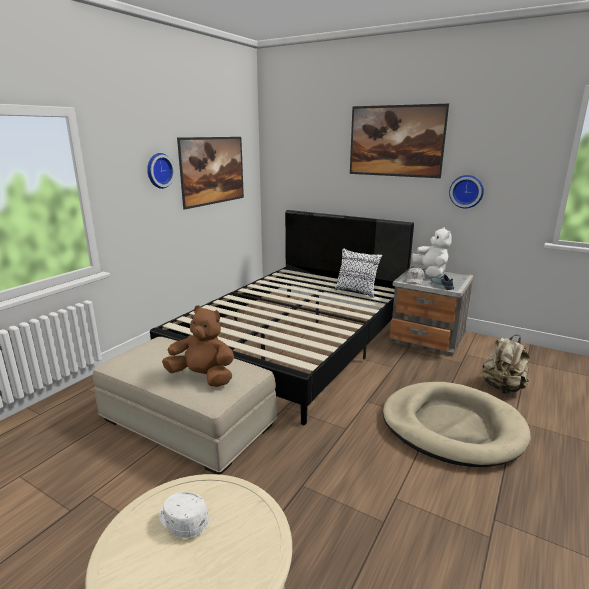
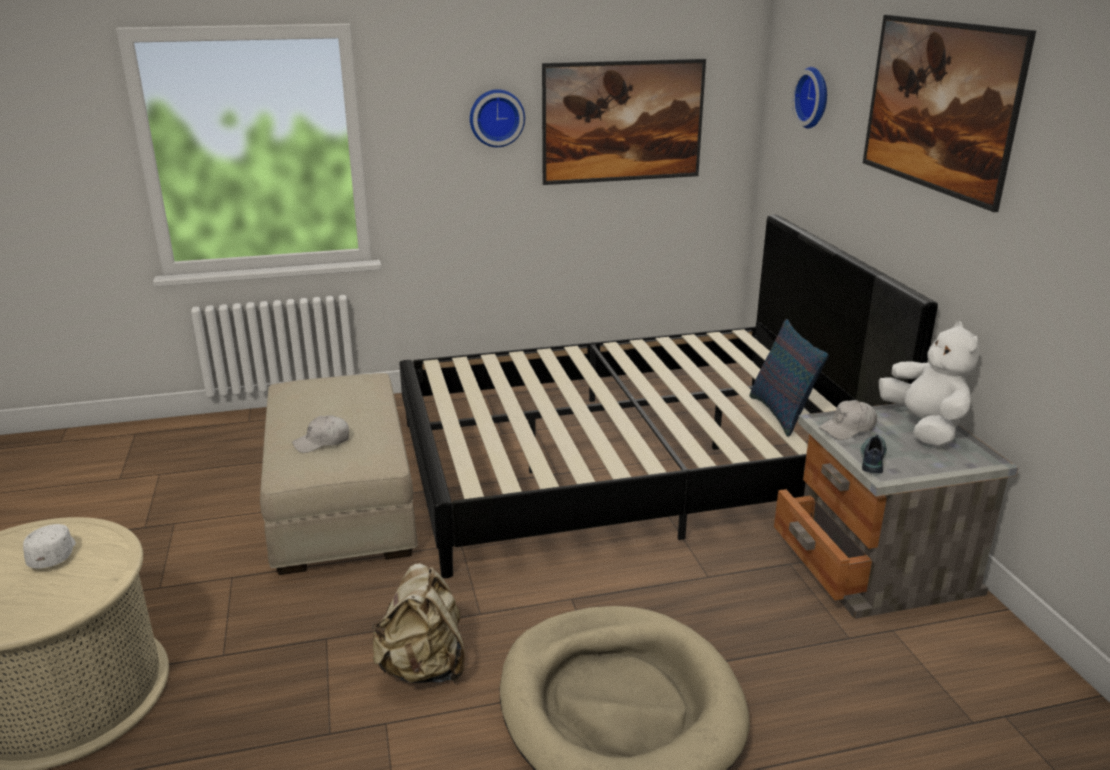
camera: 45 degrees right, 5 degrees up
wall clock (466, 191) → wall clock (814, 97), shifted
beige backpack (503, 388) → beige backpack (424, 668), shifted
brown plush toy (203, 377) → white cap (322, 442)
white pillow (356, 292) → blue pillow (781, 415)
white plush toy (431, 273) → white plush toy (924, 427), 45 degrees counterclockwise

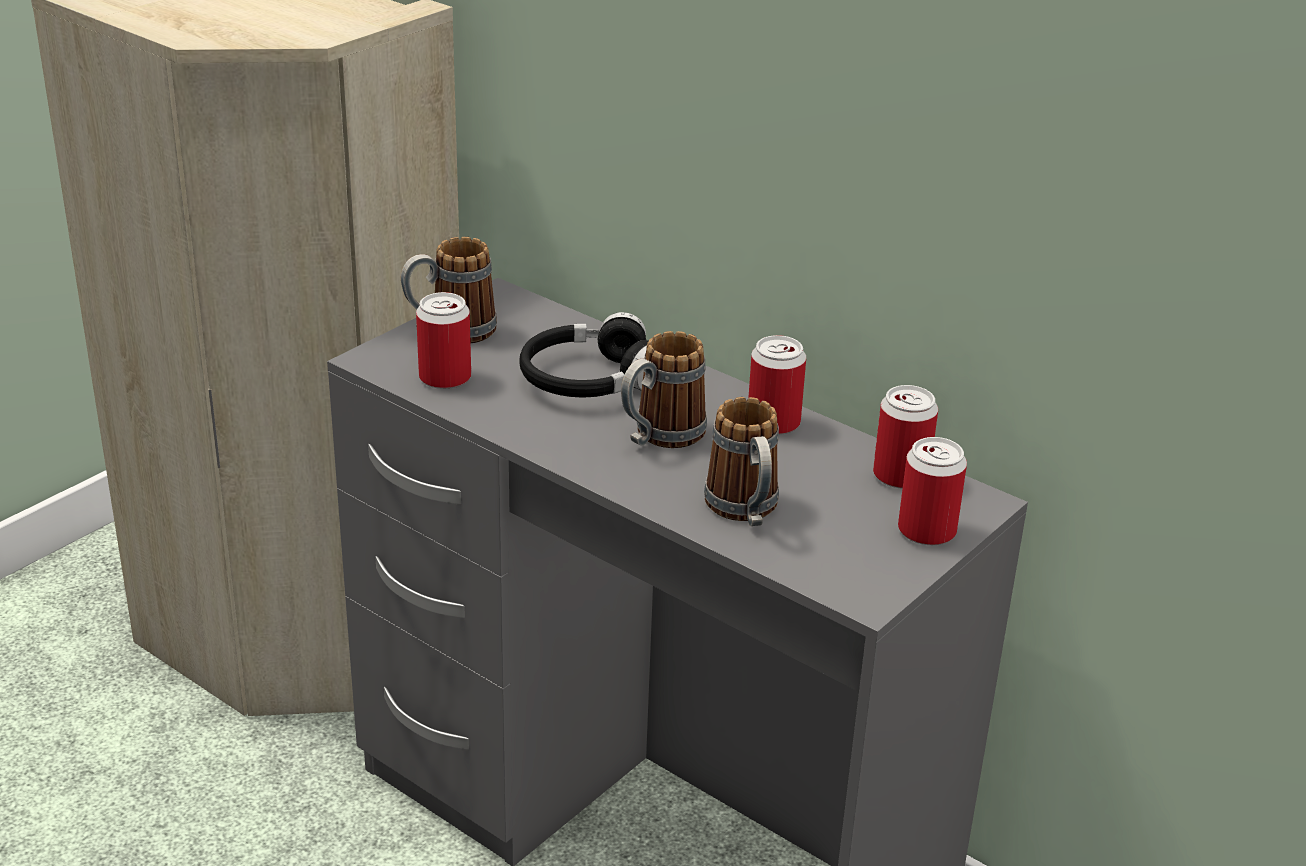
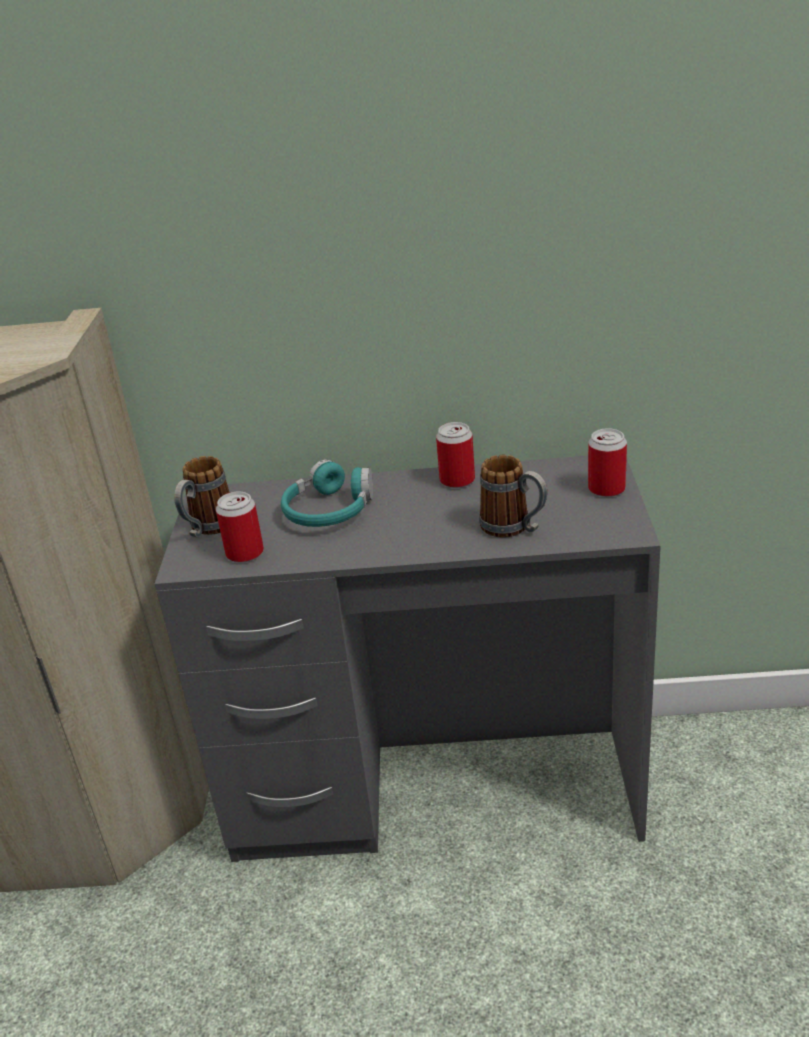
camera: 35 degrees left, 0 degrees up
mug (659, 437) → -
can (900, 475) → -
black headphones (590, 380) → turquoise headphones (329, 510)

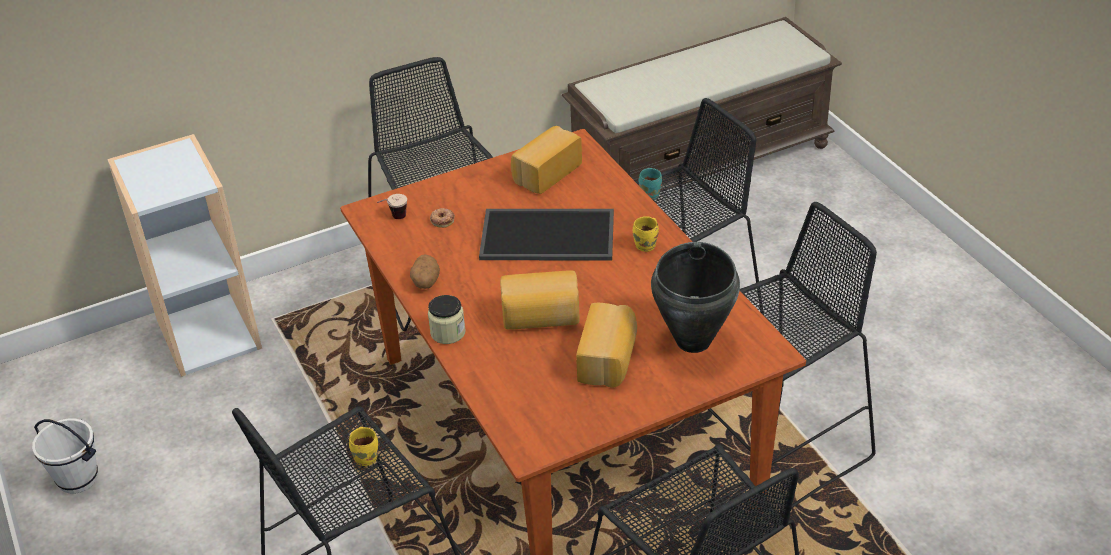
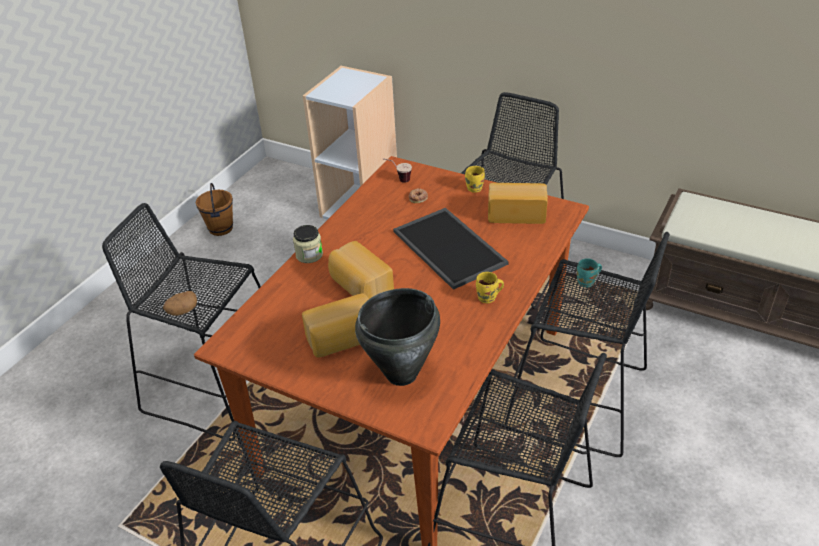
camera: 55 degrees right, 0 degrees up
yellow mug (367, 457) → yellow mug (476, 188), shifted
potato (425, 282) → potato (182, 311), shifted
white bucket (78, 478) → brown bucket (221, 228)

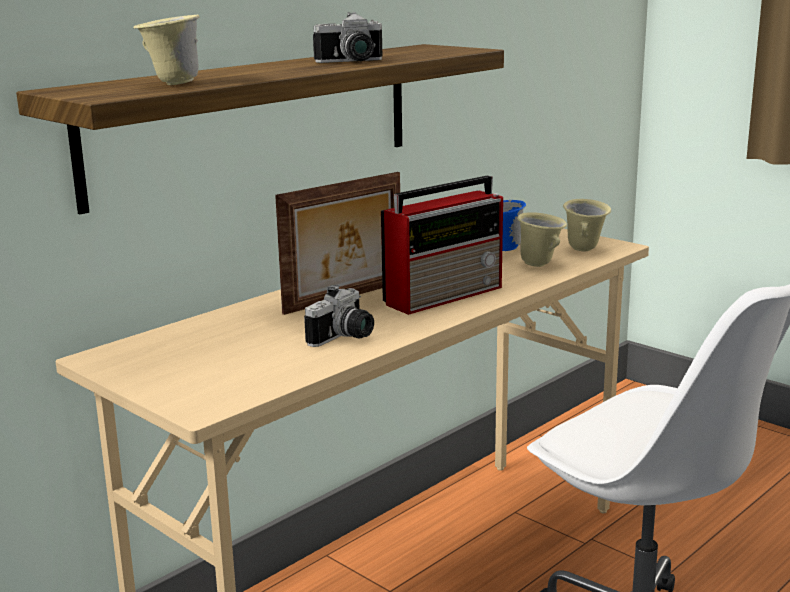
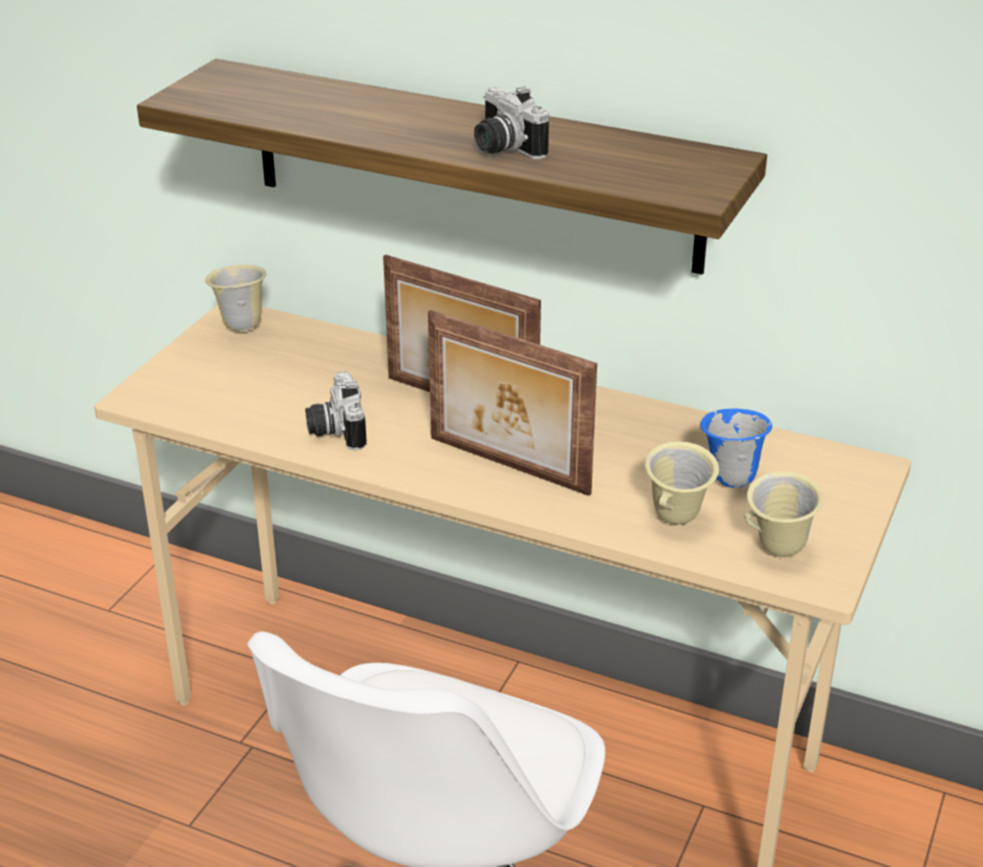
camera: 70 degrees right, 15 degrees up
beige mug (172, 84) → beige mug (240, 325), shifted
radio (446, 295) → picture frame (507, 467)
photo camera (345, 338) → photo camera (334, 430), 60 degrees clockwise

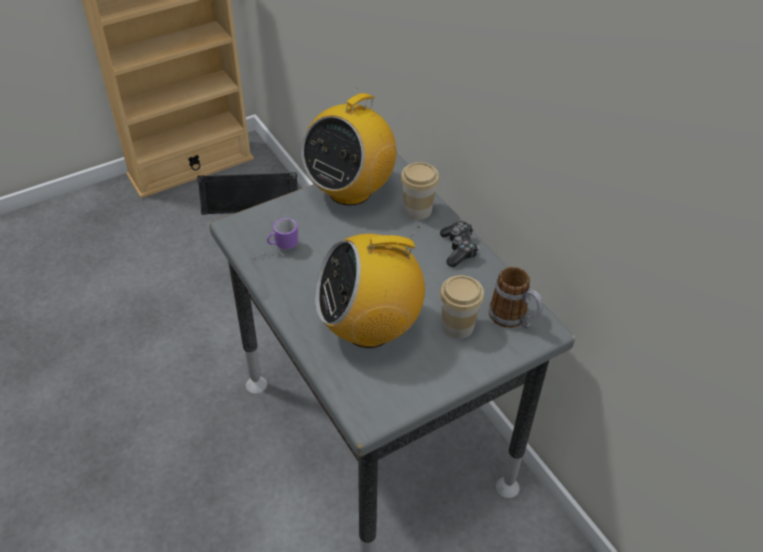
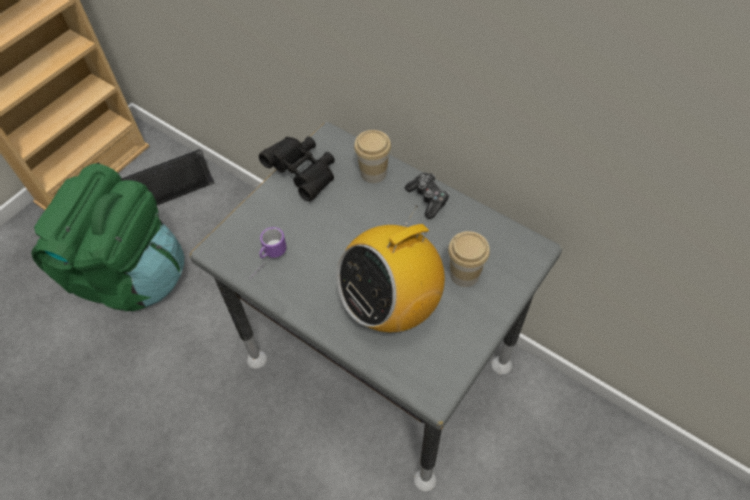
camera: 20 degrees left, 10 degrees up
mug (513, 319) → -
- → green backpack (129, 275)
radio (350, 190) → black binoculars (303, 174)

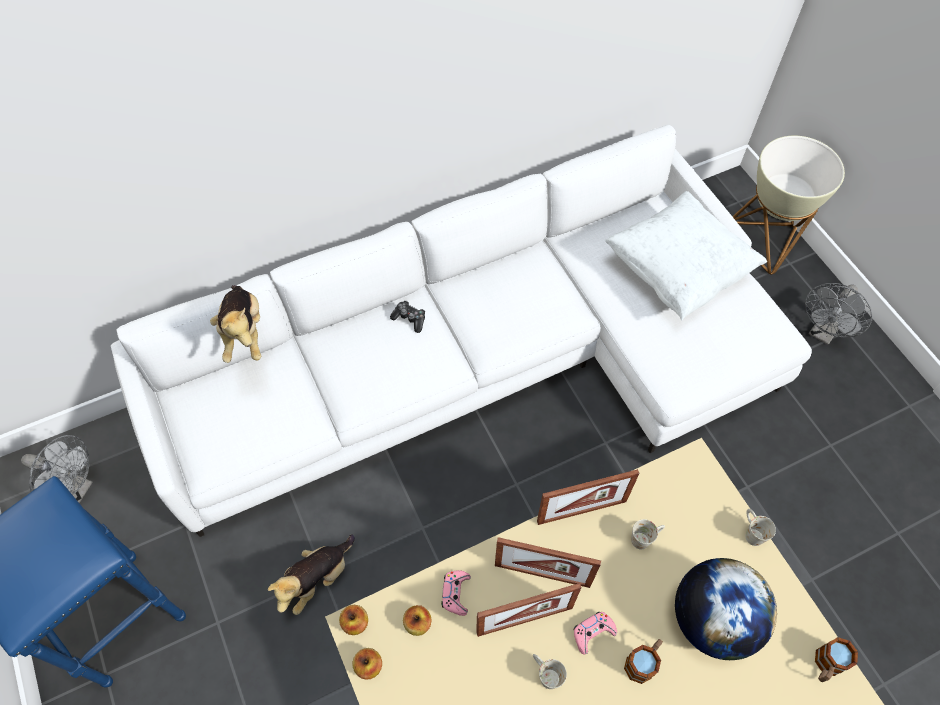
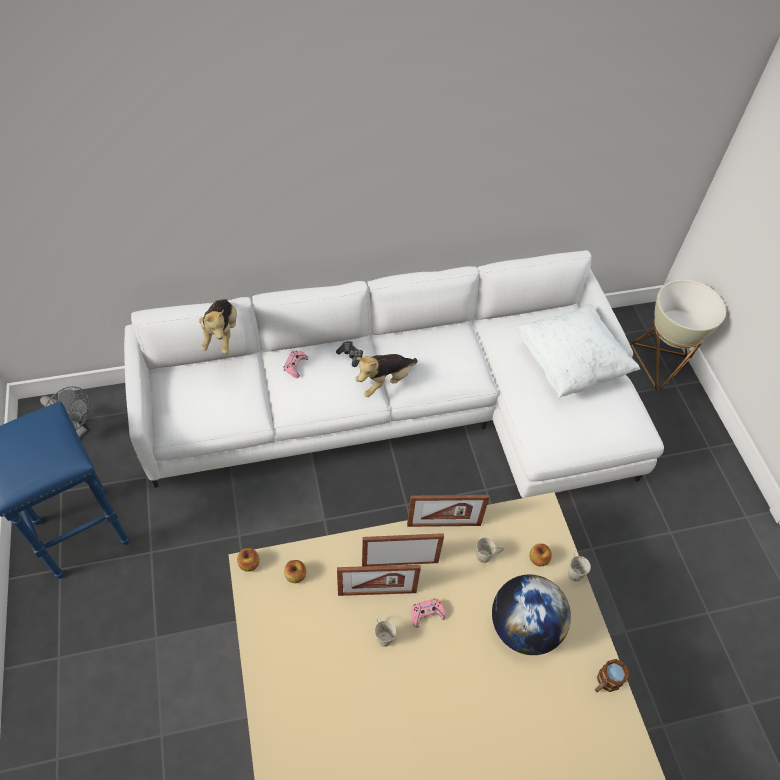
camera: 10 degrees right, 5 degrees down
mug (643, 662) → -
grey fan (823, 332) → -
plush toy (317, 579) → plush toy (384, 381), shifted
apple (368, 666) → apple (538, 559), shifted
pink game controller (456, 593) → pink game controller (295, 366), shifted
picture frame (542, 574) → picture frame (400, 563), 150 degrees clockwise

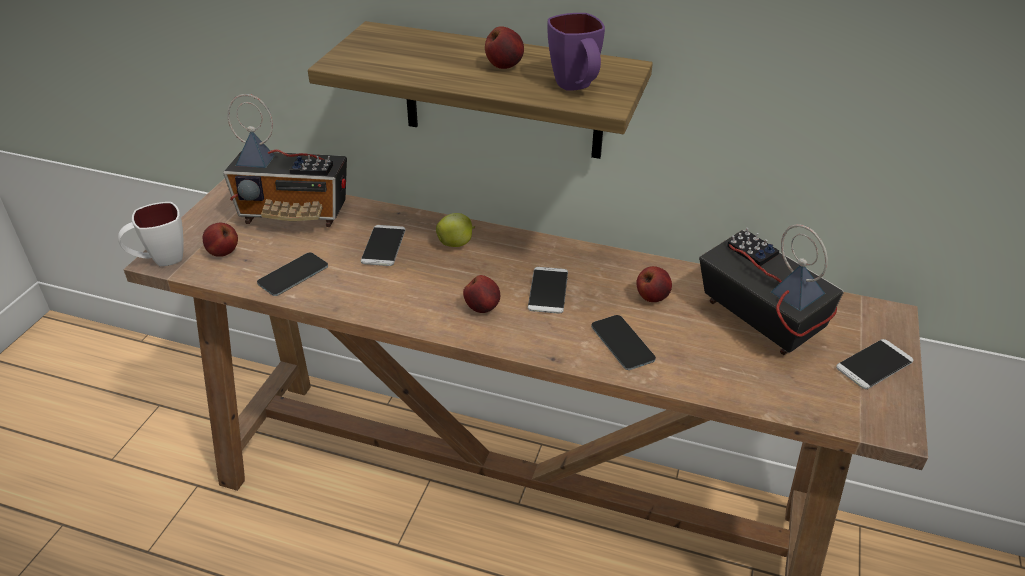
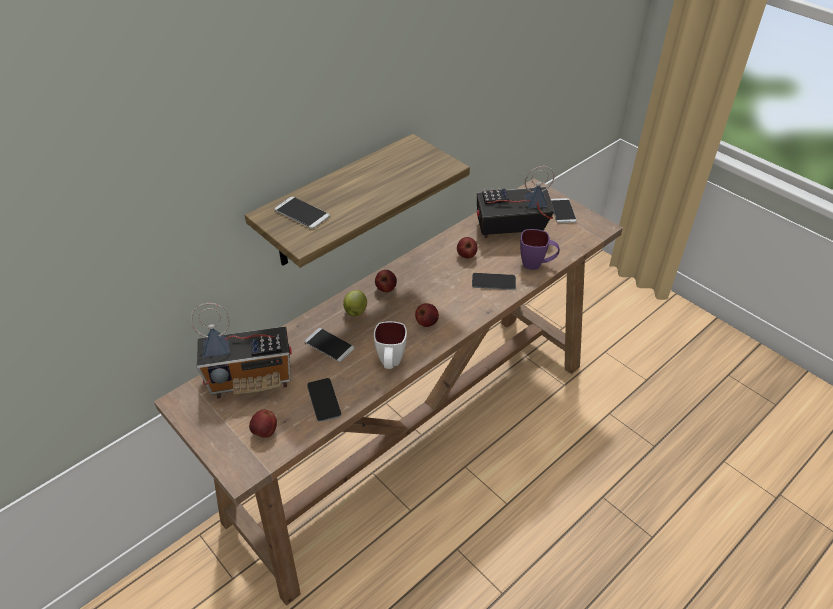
camera: 60 degrees left, 5 degrees up
white mug (160, 260) → white mug (390, 364), shifted
apple (504, 66) → apple (386, 289), shifted
phone (548, 290) → phone (302, 213), shifted
purple mug (576, 88) → purple mug (537, 264), shifted
radio (295, 214) → radio (252, 379), 45 degrees clockwise

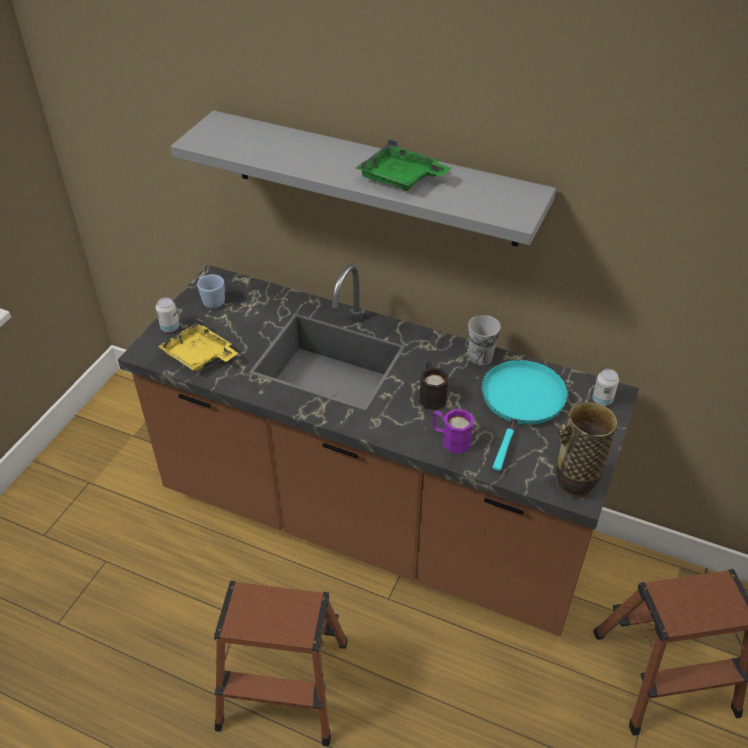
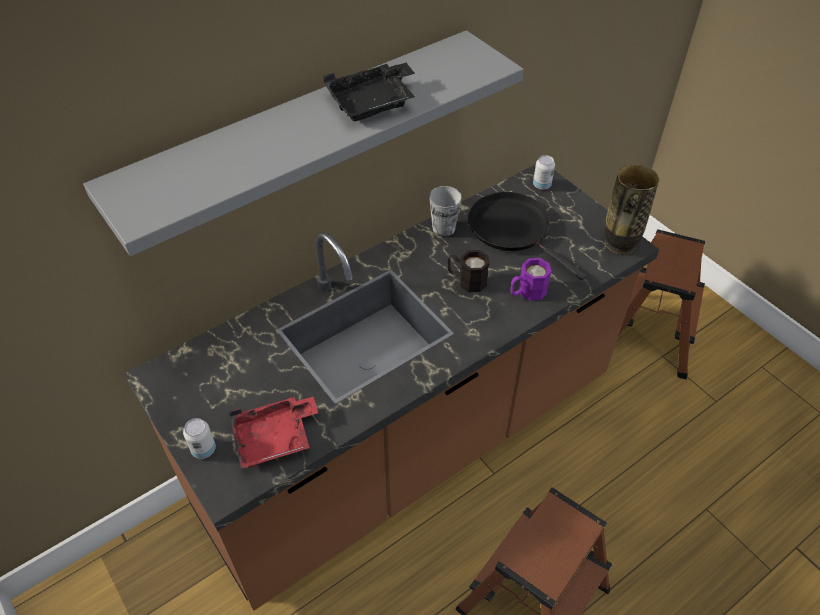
camera: 60 degrees left, 5 degrees up
blue mug (211, 300) → -
yellow tray (199, 356) → red tray (275, 438)
green tray (401, 178) → black tray (373, 103)
turquoise frying pan (522, 402) → black frying pan (513, 229)

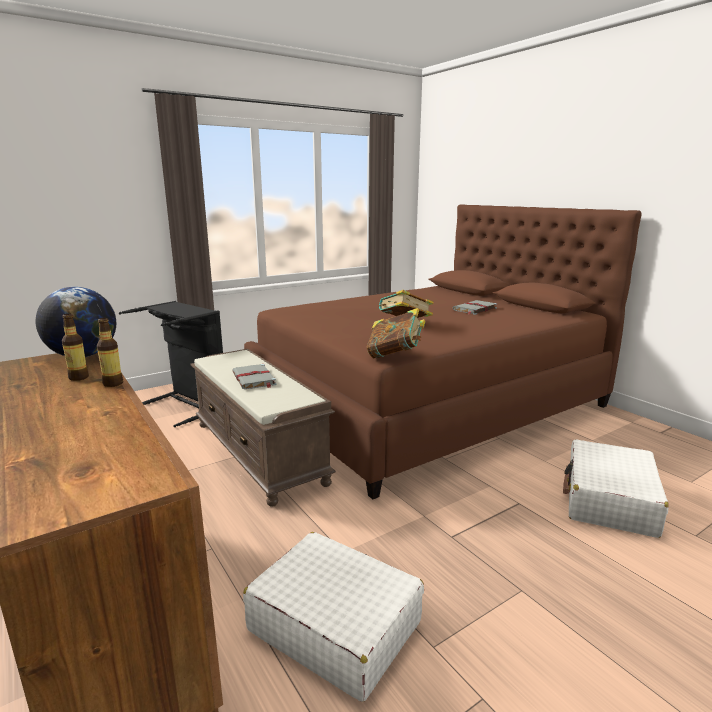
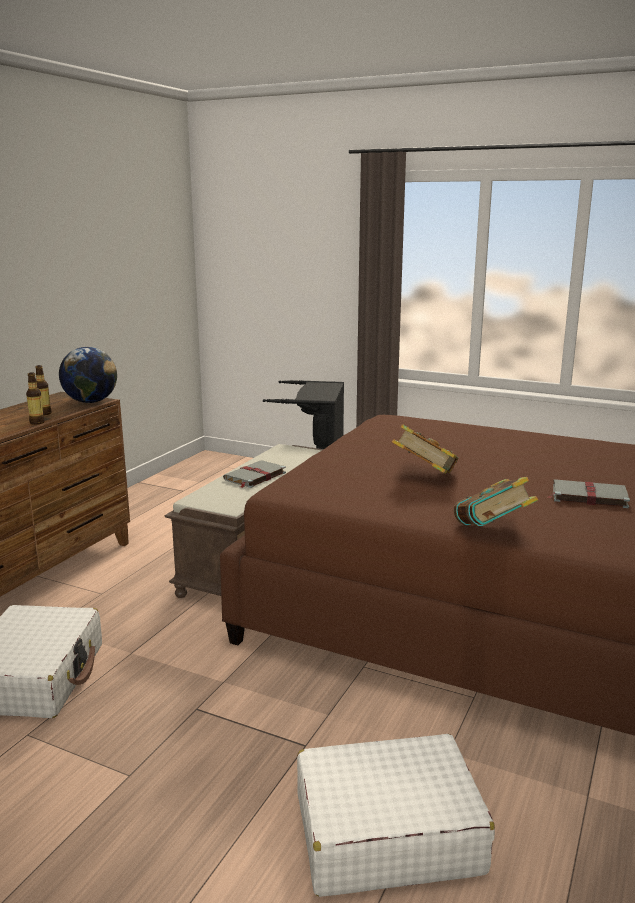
camera: 60 degrees right, 0 degrees up
book (395, 356) → book (492, 532), shifted

